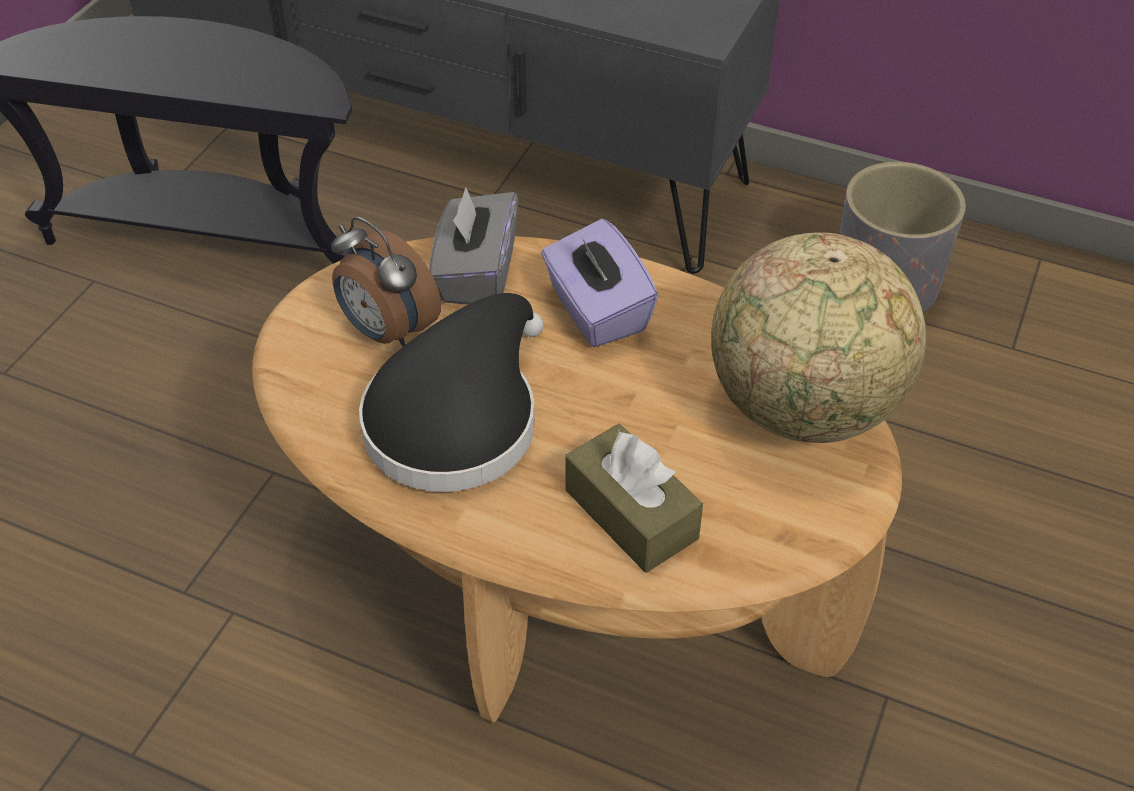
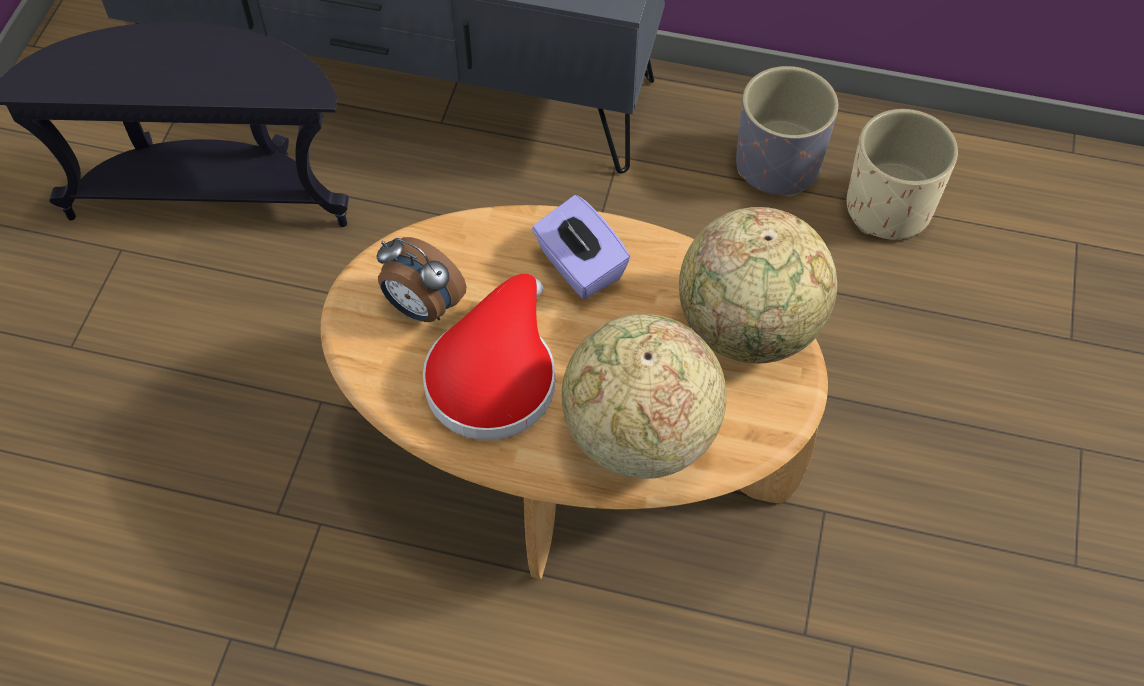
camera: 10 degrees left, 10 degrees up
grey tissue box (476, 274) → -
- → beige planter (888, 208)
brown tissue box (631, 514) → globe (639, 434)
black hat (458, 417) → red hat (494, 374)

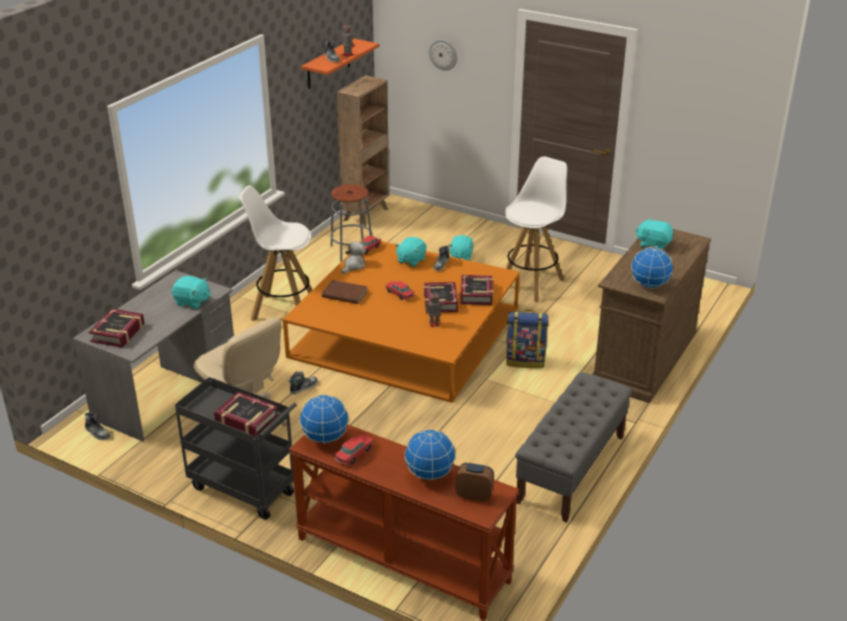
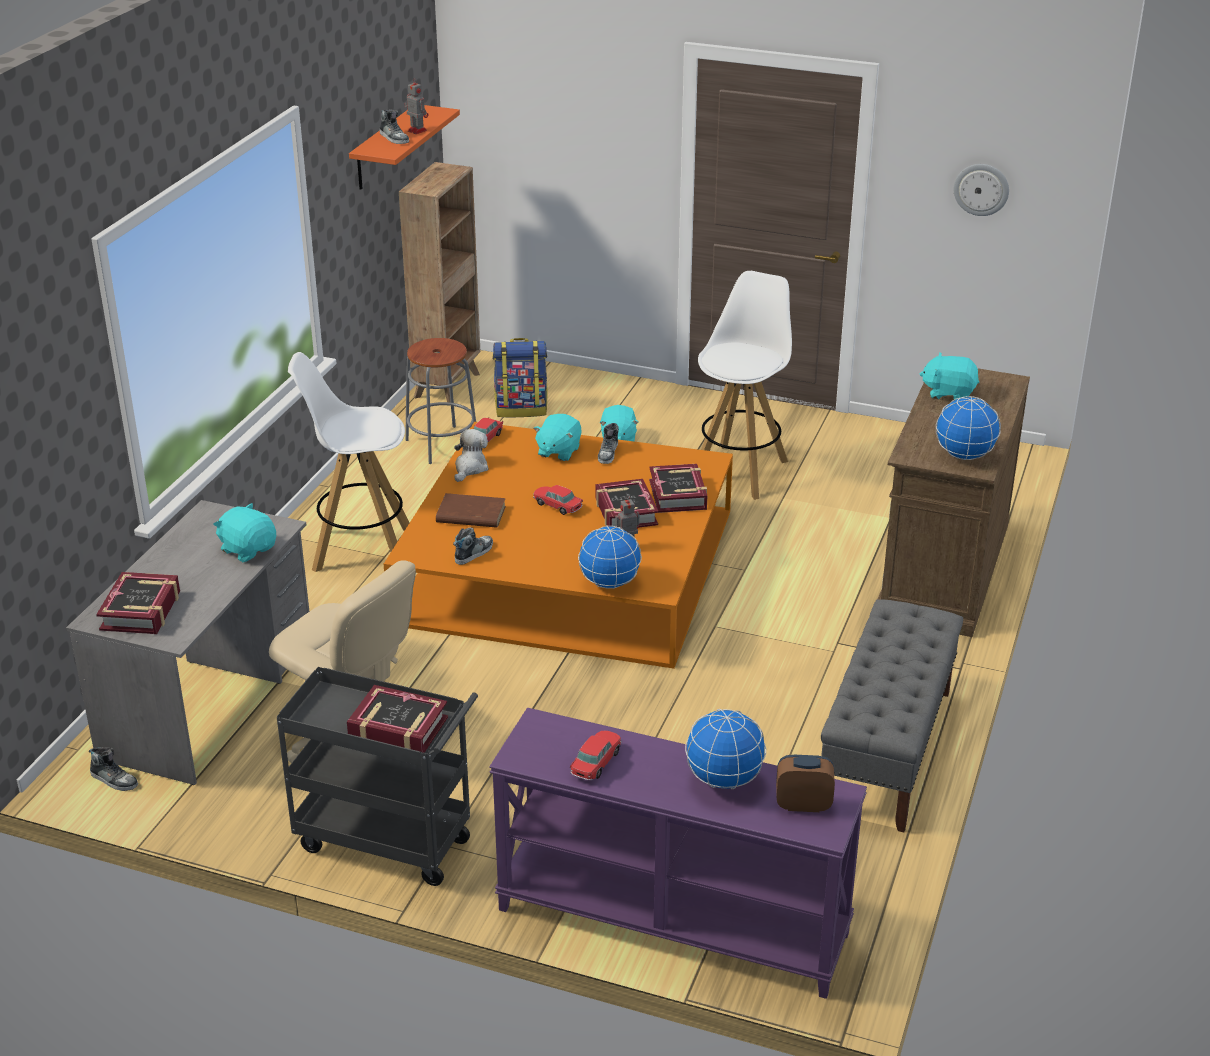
camera: 10 degrees left, 0 degrees up
shoe (303, 387) → shoe (474, 553), shifted
globe (325, 438) → globe (609, 583), shifted
wall clock (443, 54) → wall clock (981, 189), shifted
backpack (525, 360) → backpack (521, 409), shifted
brown console table (401, 560) → purple console table (670, 923)
turquoise plush toy (192, 302) → turquoise plush toy (248, 549), 150 degrees counterclockwise

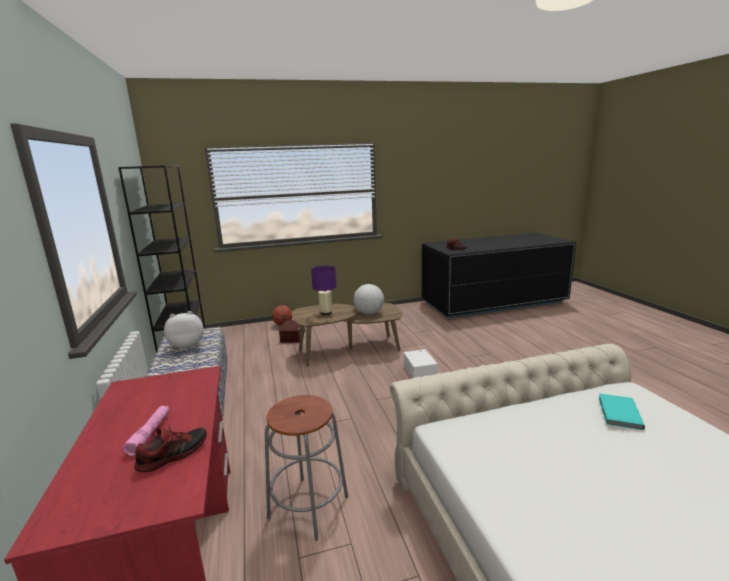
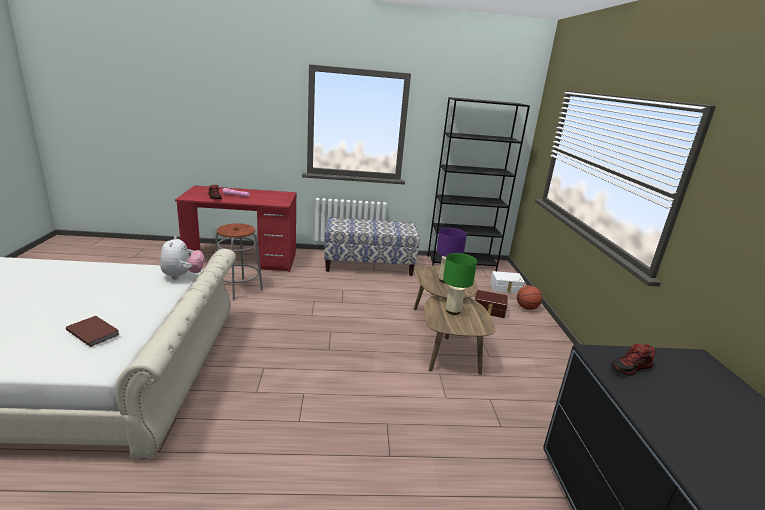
camera: 100 degrees right, 5 degrees up
plush toy (187, 346) → plush toy (183, 276), shifted
white storage box (420, 371) → white storage box (506, 288), shifted
globe (369, 313) → green table lamp (452, 311)
turquoise book (618, 413) → brown book (94, 332)

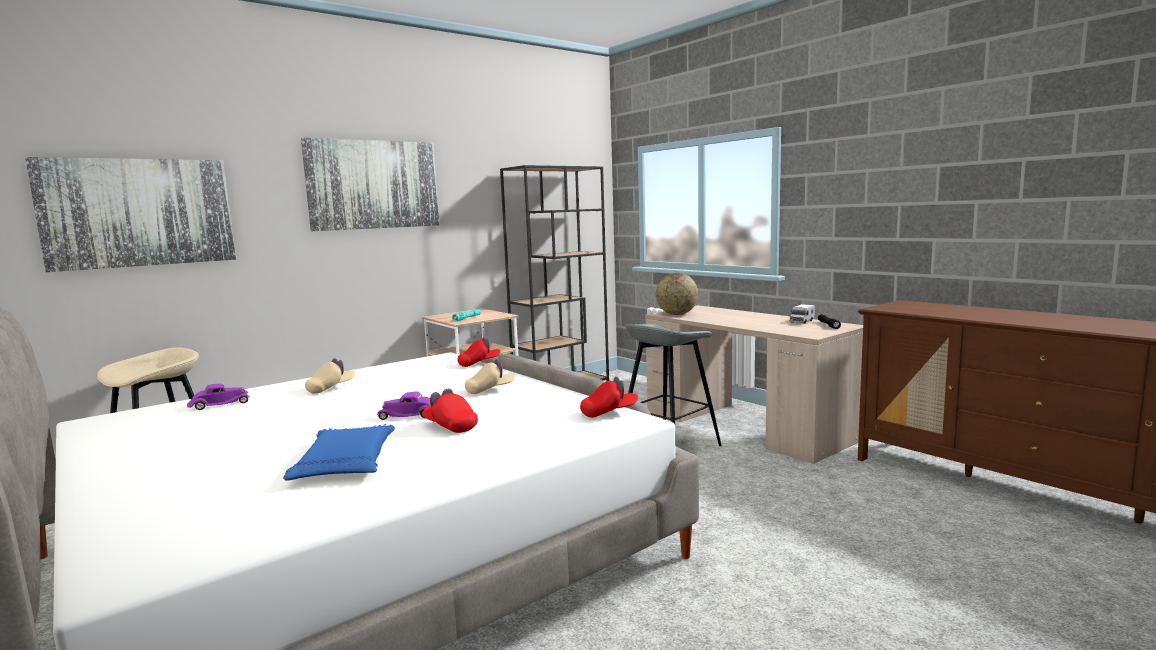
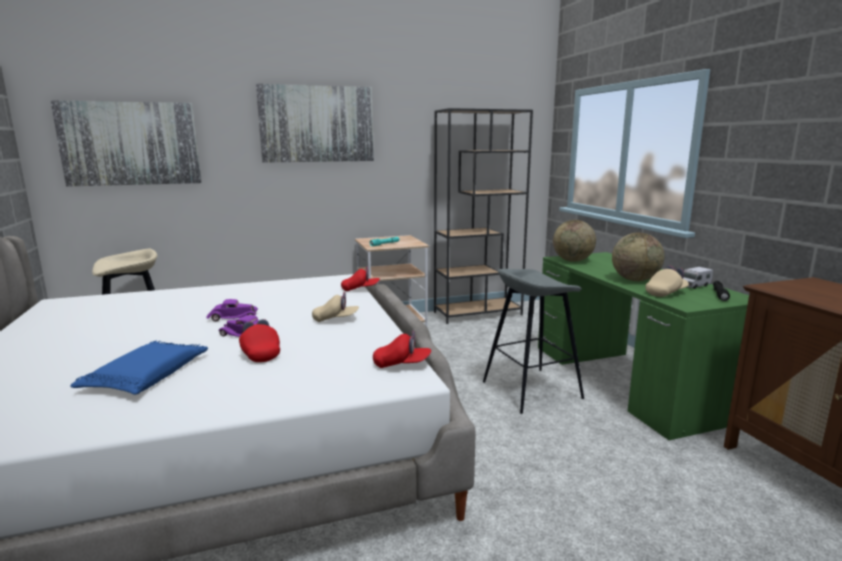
camera: 20 degrees right, 5 degrees up
- → globe (635, 280)
purple toy car (219, 404) → purple toy car (232, 317), shifted
beige cap (331, 388) → beige cap (666, 293), shifted
beige desk (746, 425) → green desk (626, 380)

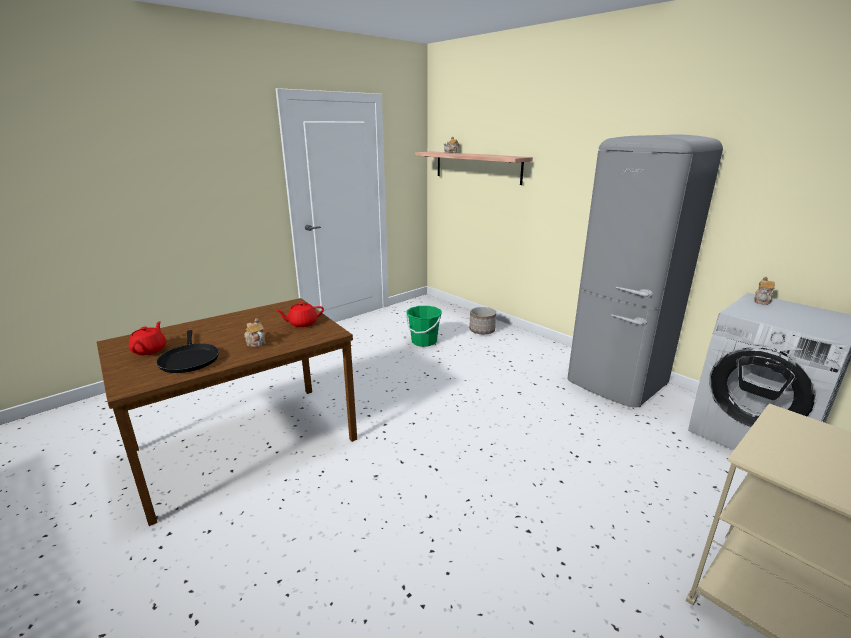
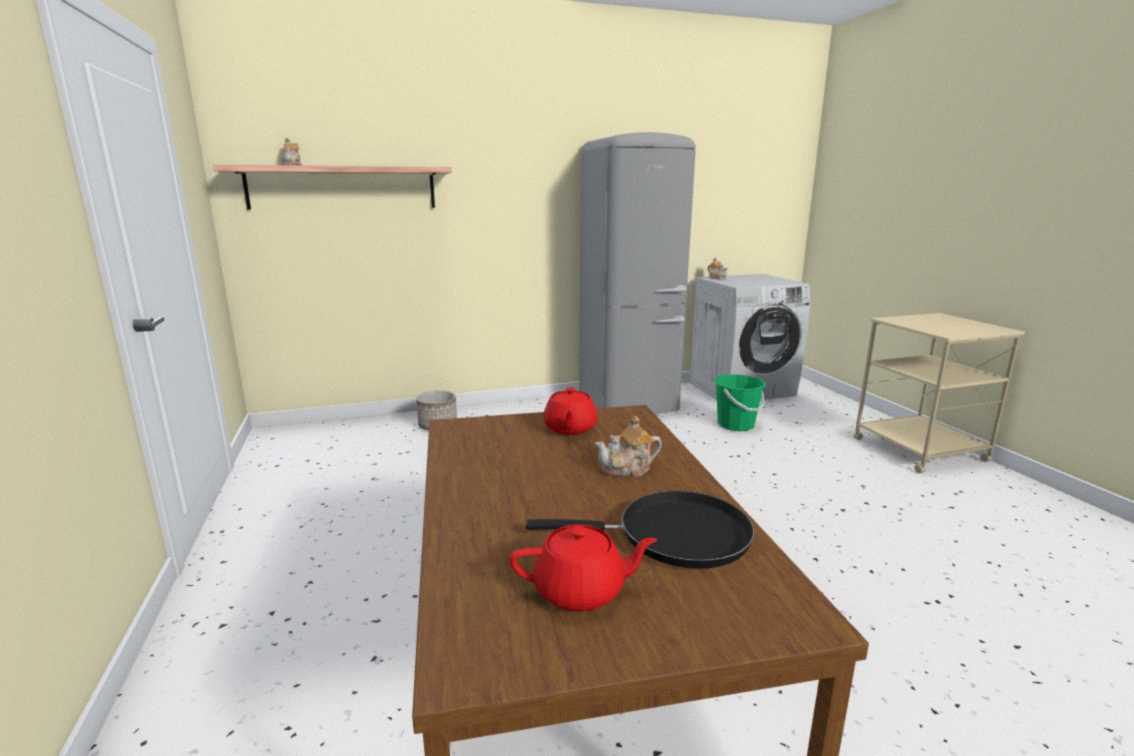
camera: 65 degrees left, 5 degrees down
green bucket (424, 341) → green bucket (736, 425), shifted
red teapot (150, 350) → red teapot (581, 591), 150 degrees clockwise

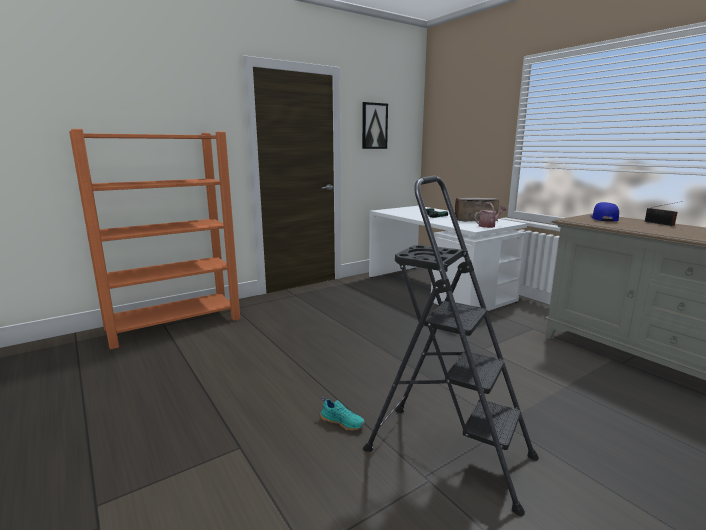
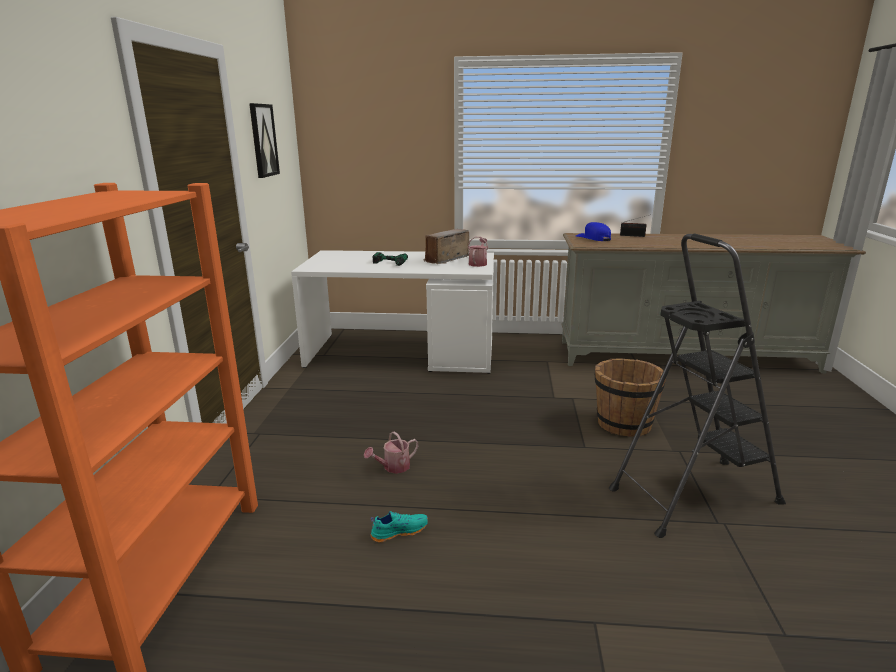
camera: 50 degrees left, 5 degrees up
- → watering can (393, 467)
- → brown bucket (623, 424)
turquoise shoe (343, 422) → turquoise shoe (399, 531), shifted

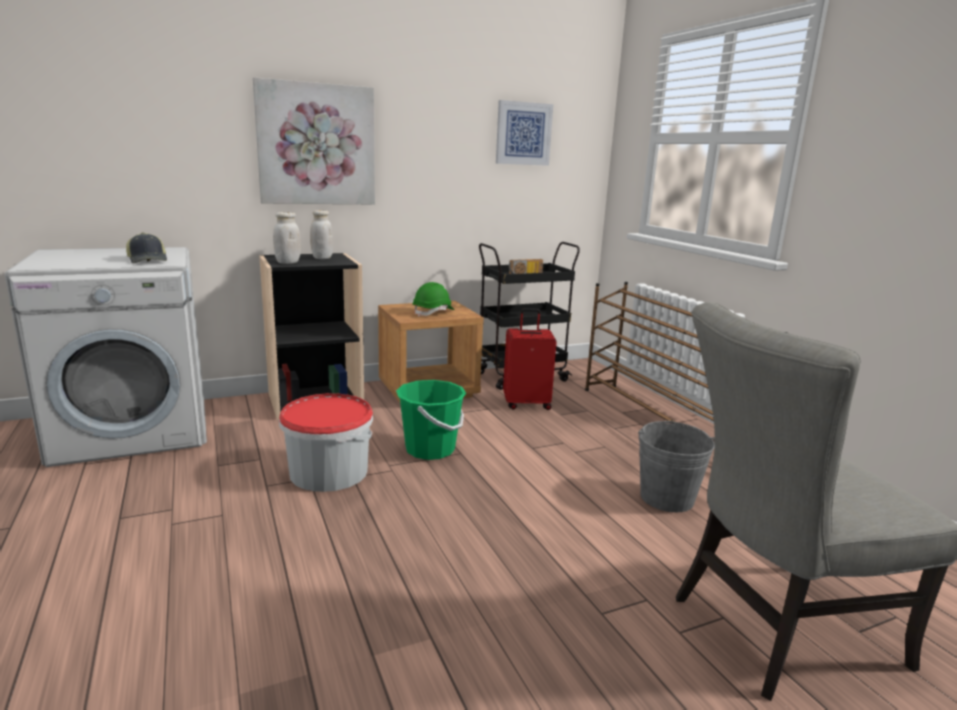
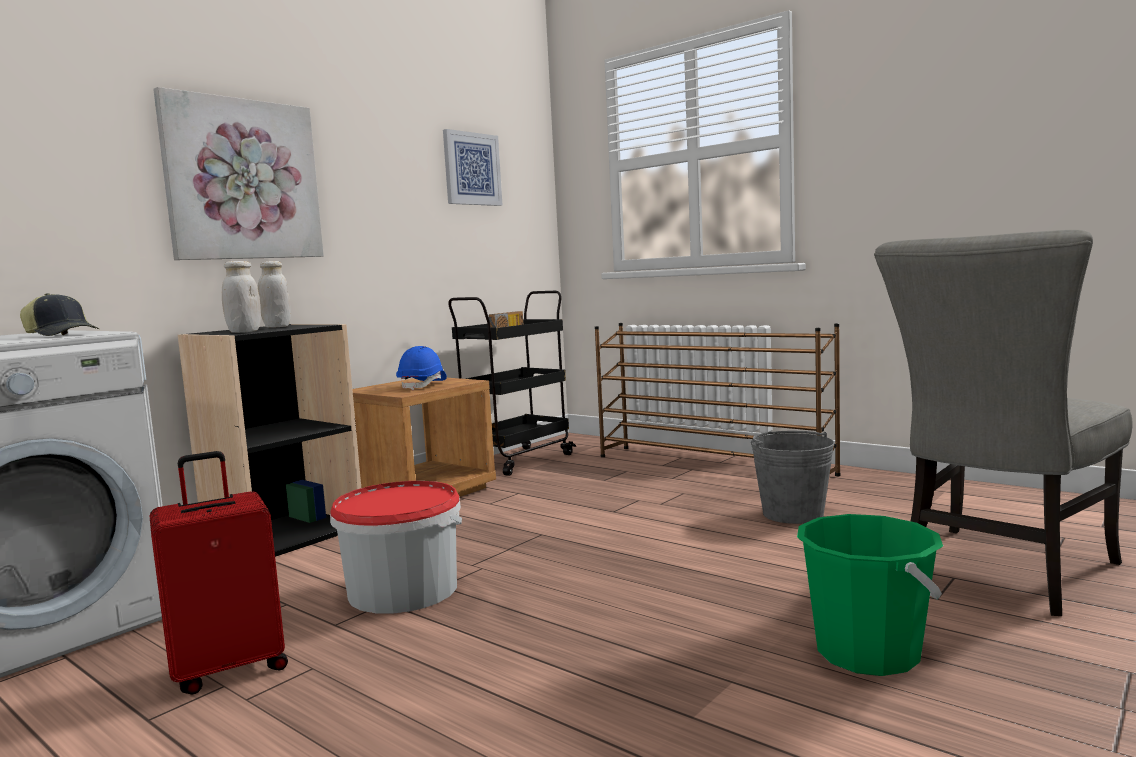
camera: 25 degrees left, 10 degrees down
green bucket (430, 449) → green bucket (868, 653), shifted
red suitcase (526, 403) → red suitcase (229, 668), shifted
green hard hat (433, 312) → blue hard hat (423, 385)

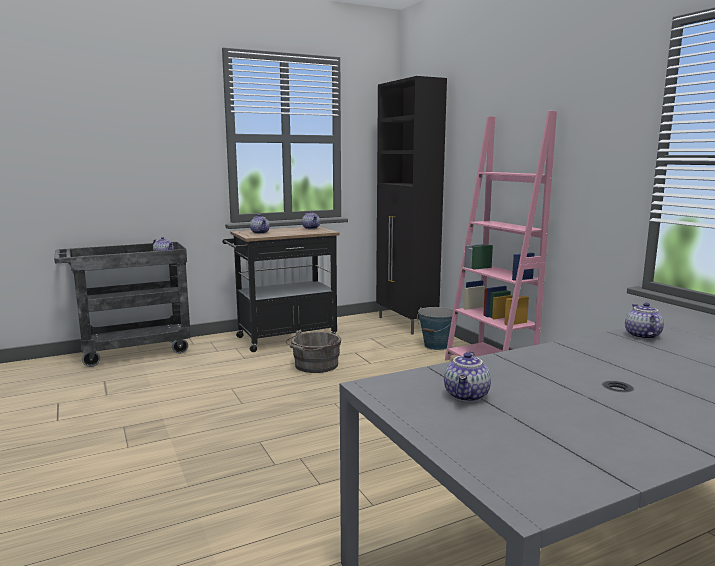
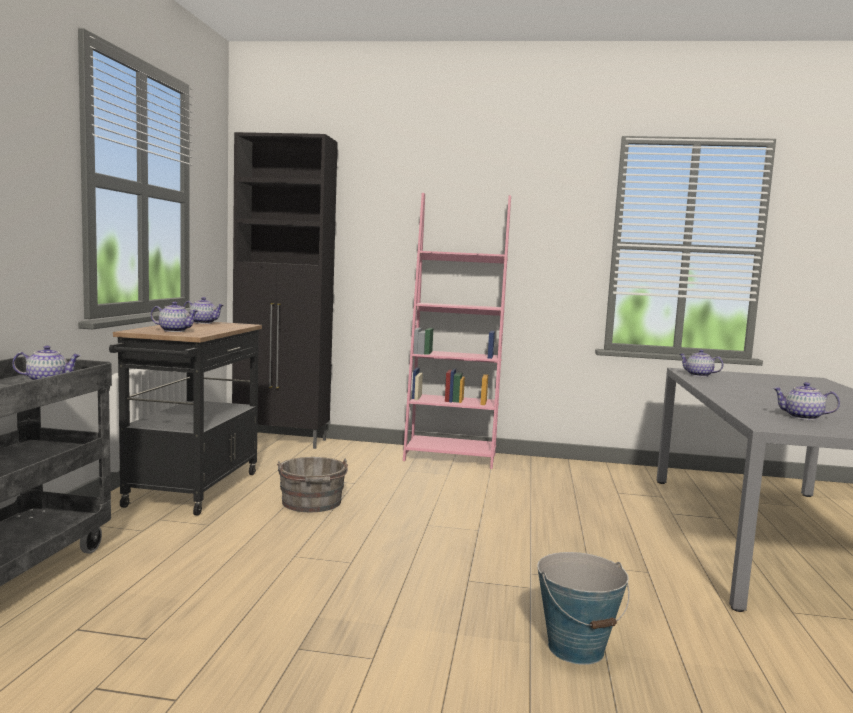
camera: 55 degrees left, 5 degrees down
bucket (436, 346) → bucket (576, 648), shifted
teapot (467, 396) → teapot (802, 417), 150 degrees clockwise

